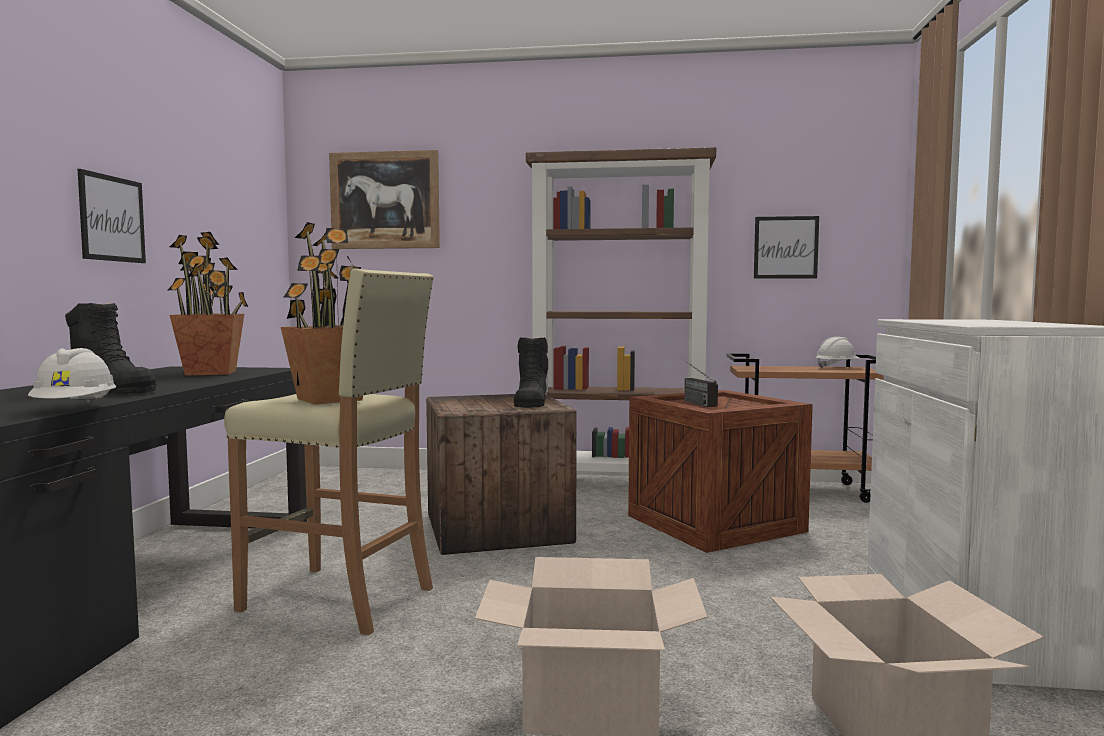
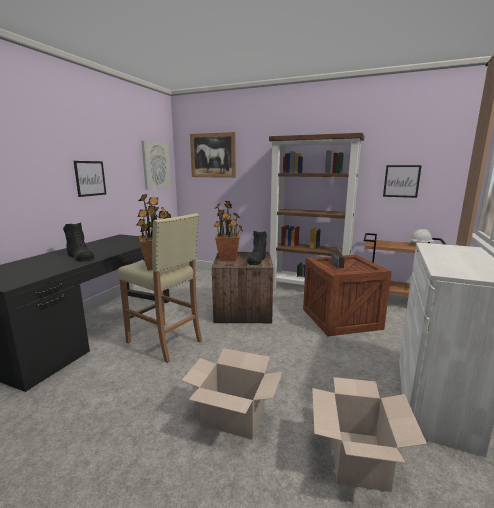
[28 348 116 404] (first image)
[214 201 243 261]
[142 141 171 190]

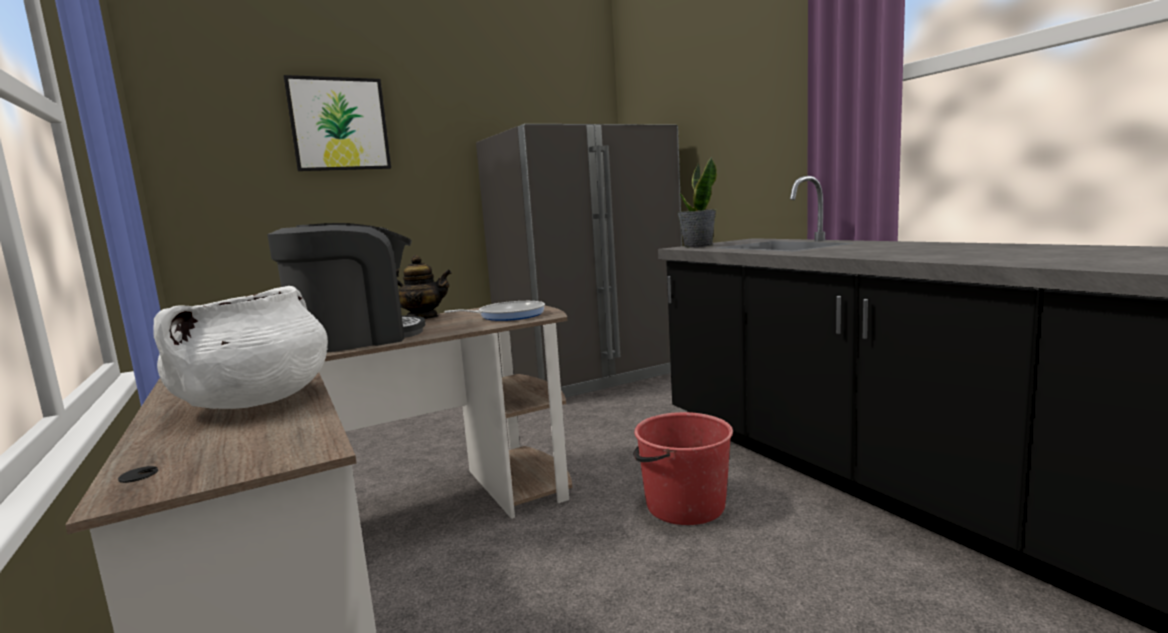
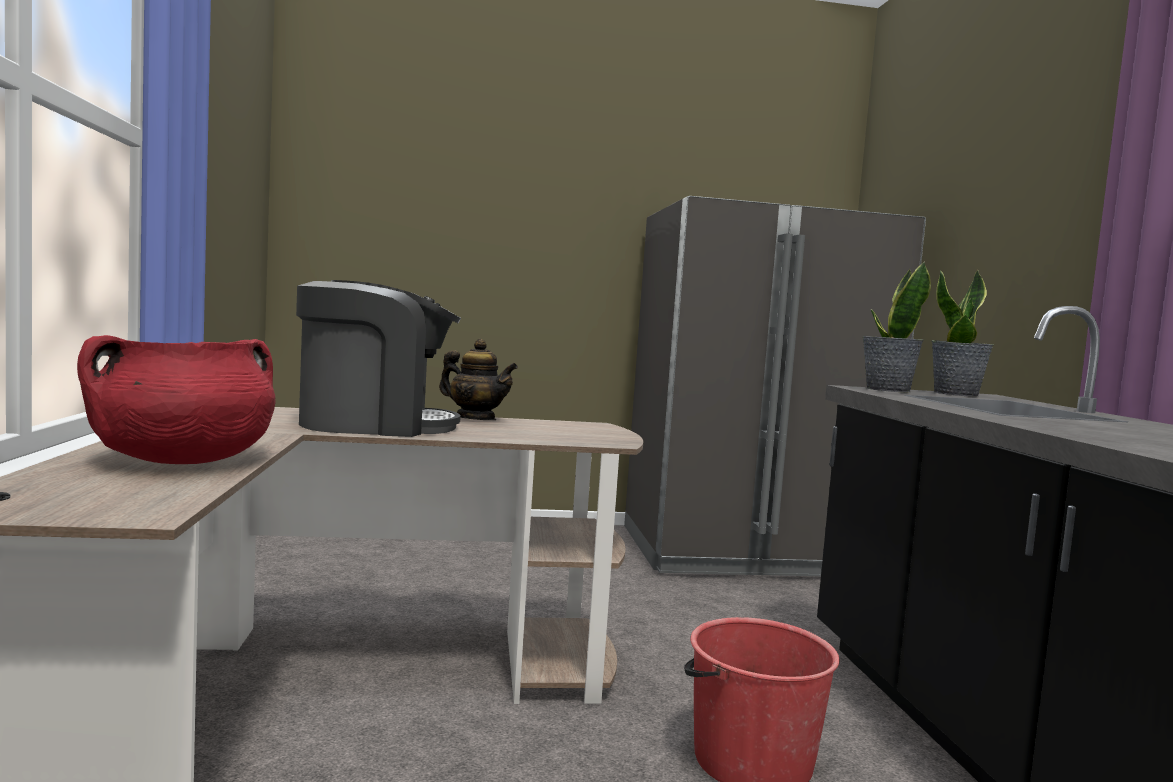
[77 335 275 464]
[284 75 391 171] (first image)
[444 301 545 321] (first image)
[931 270 994 397]

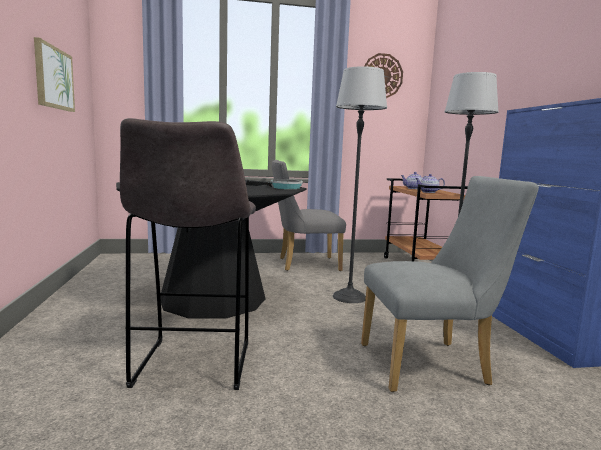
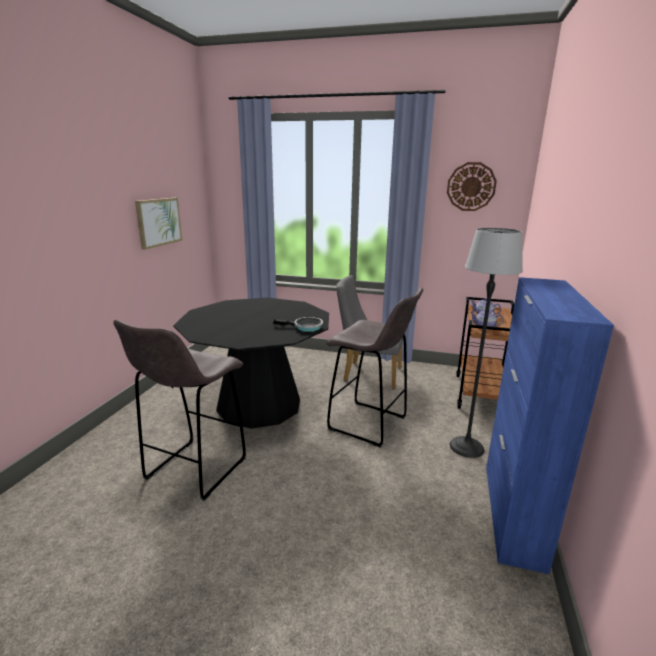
[326 288 423 447]
[361 176 539 392] (first image)

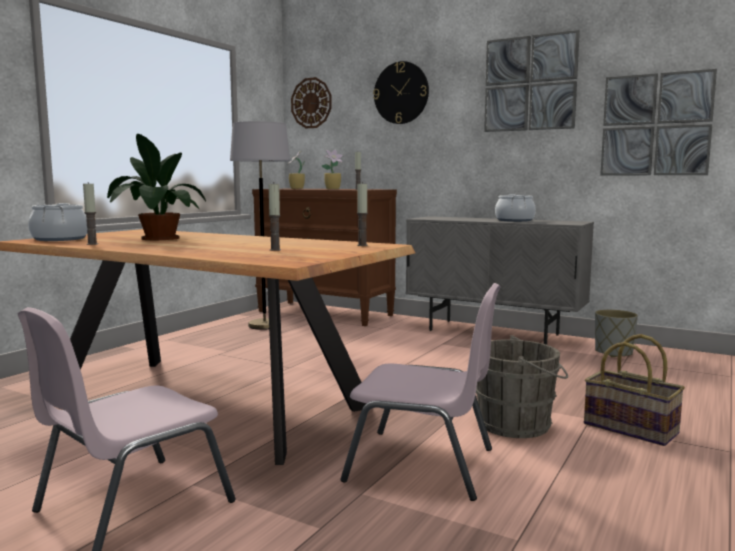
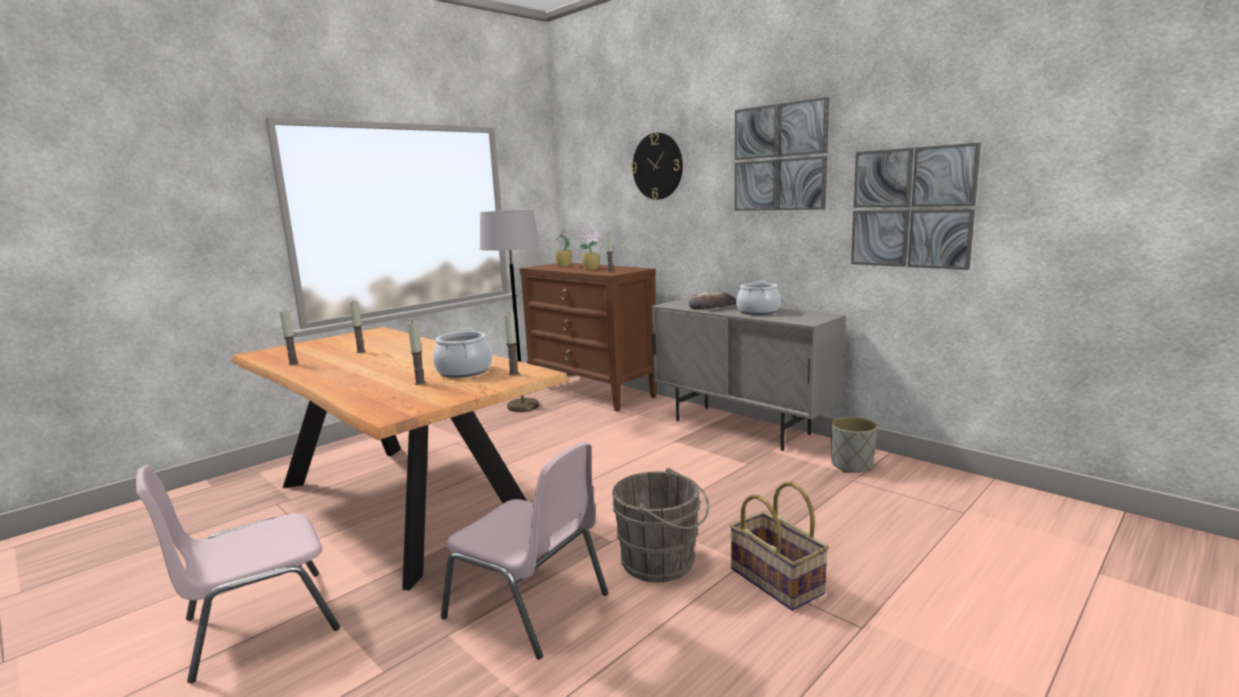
[433 329 492 378]
[349 300 366 353]
[291 77 332 128] (first image)
[689 291 737 309]

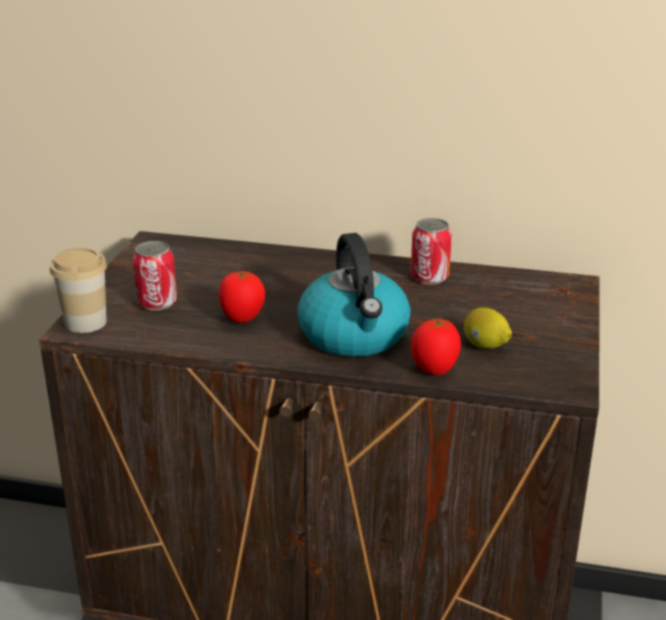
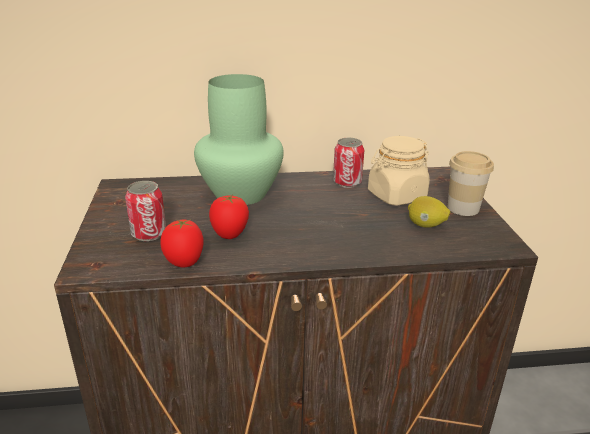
[448 151 494 216]
[297 233 411 357] (first image)
[160 219 204 267]
[194 74 284 205]
[368 136 430 206]

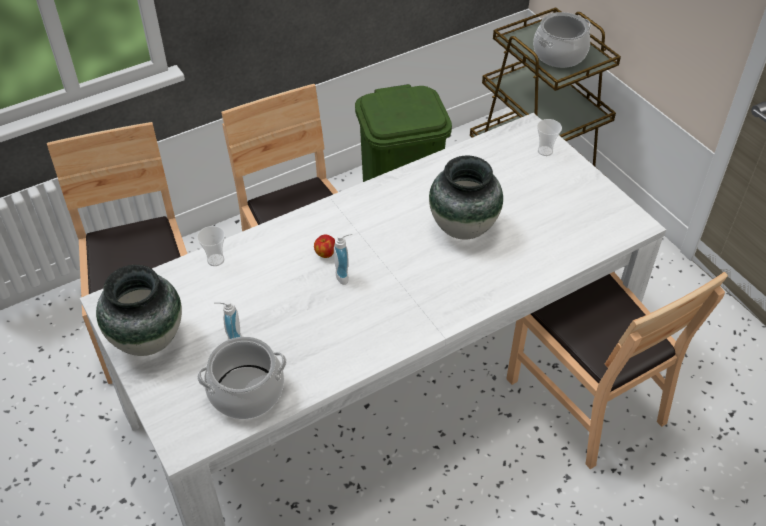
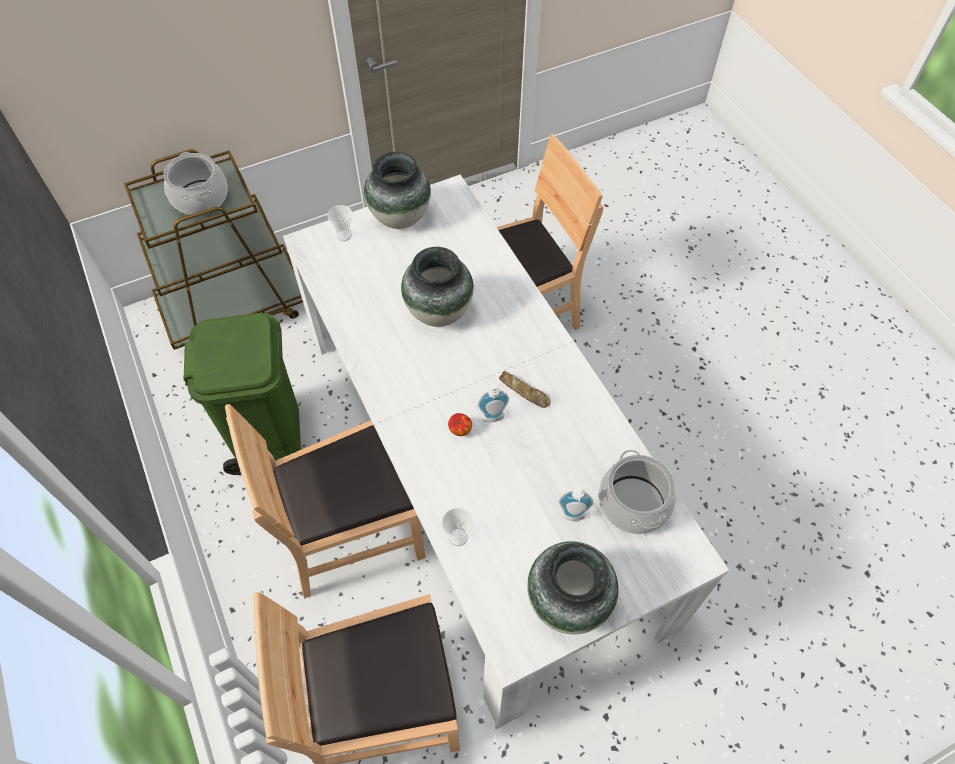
[364 152 431 229]
[499 371 551 408]

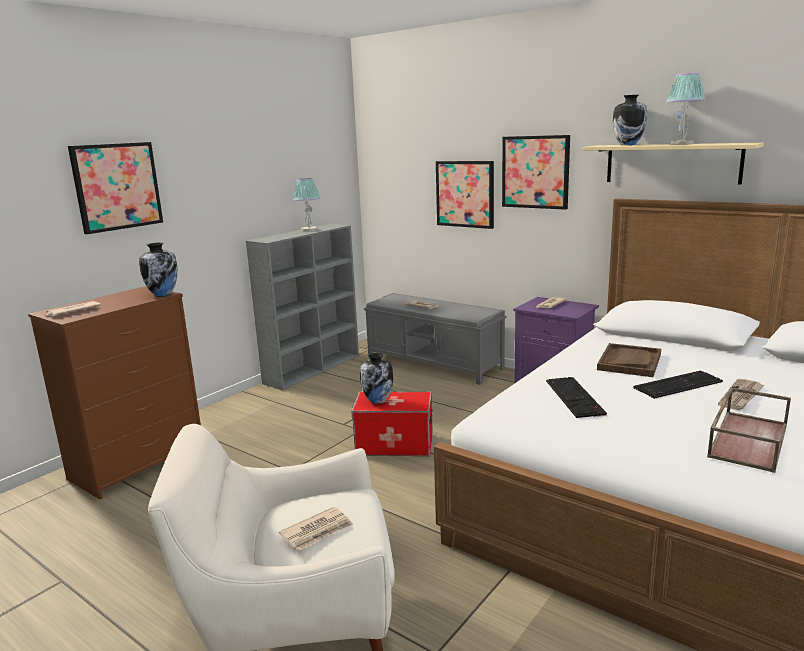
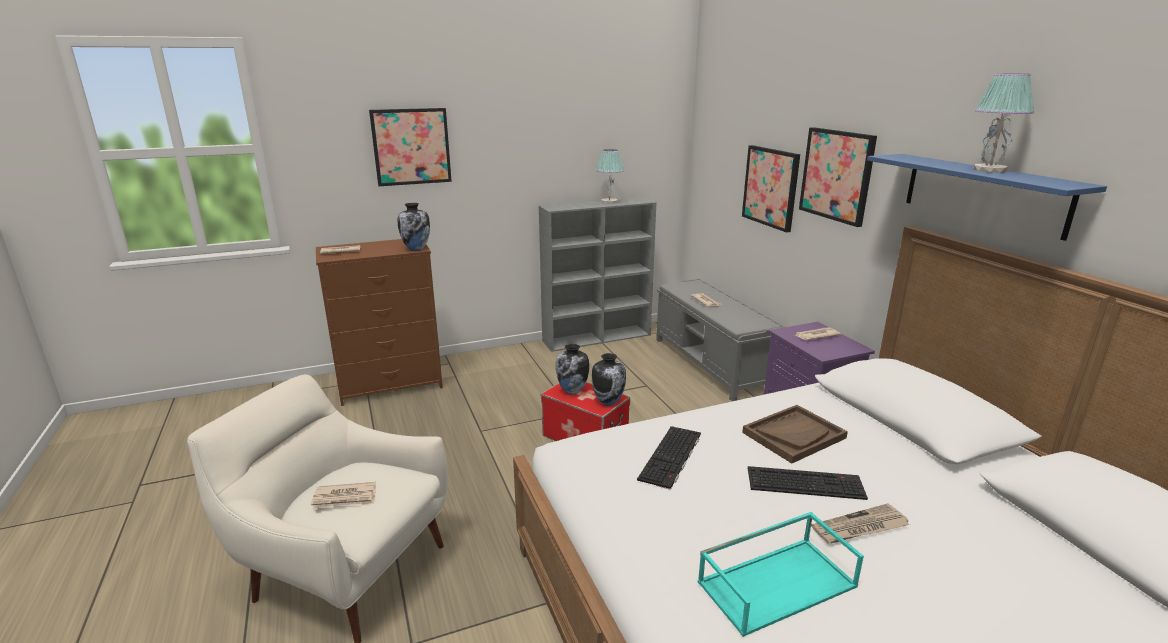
[867 154 1107 241]
[592 353 626 406]
[698 512 864 637]

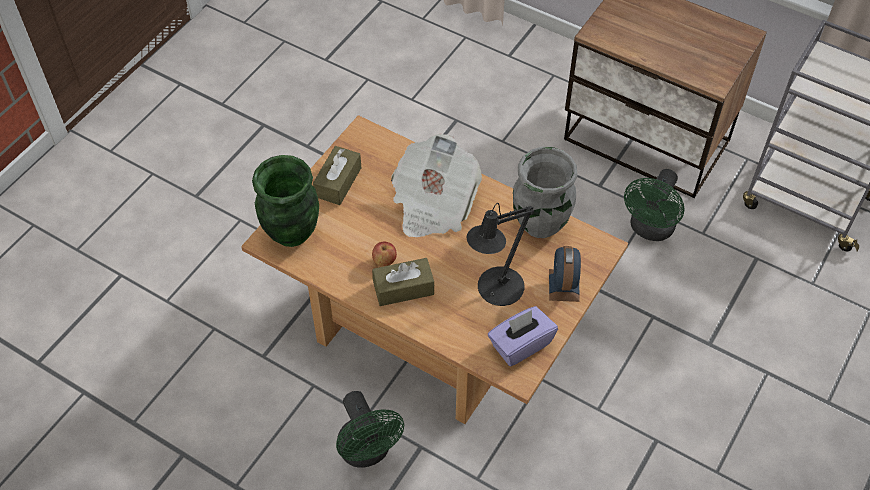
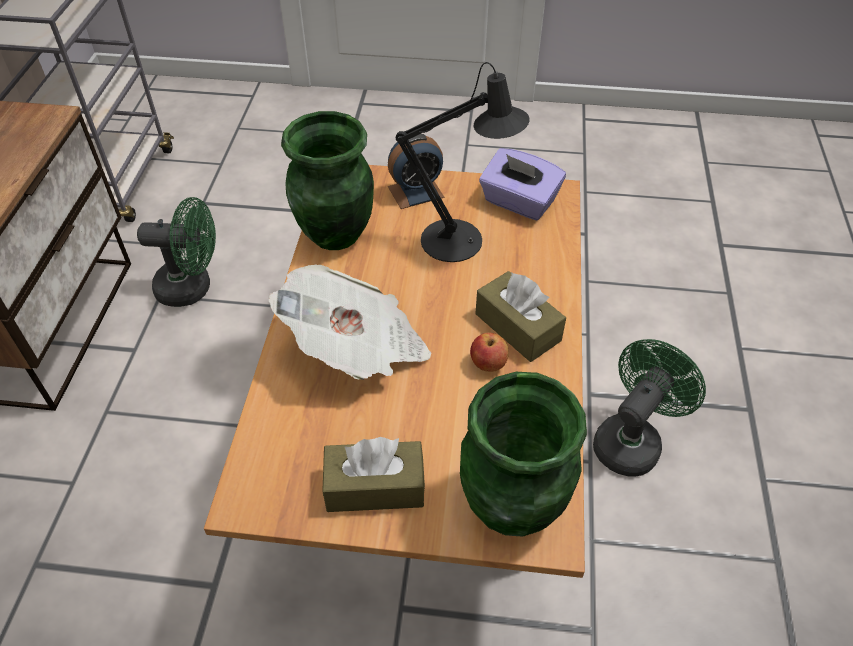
[281 111 374 250]

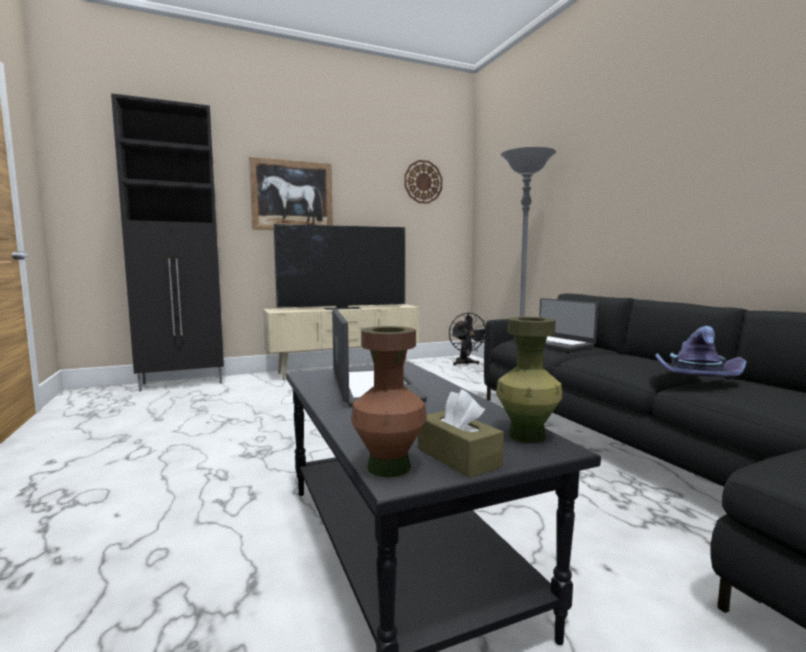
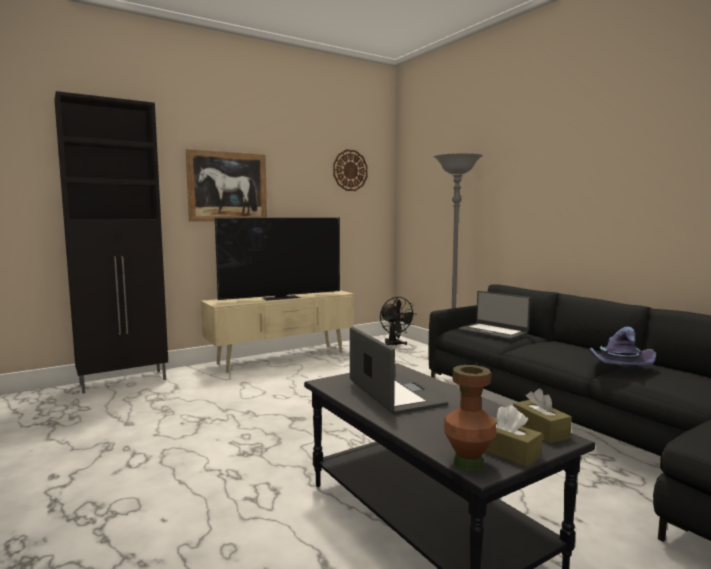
[513 389 572 443]

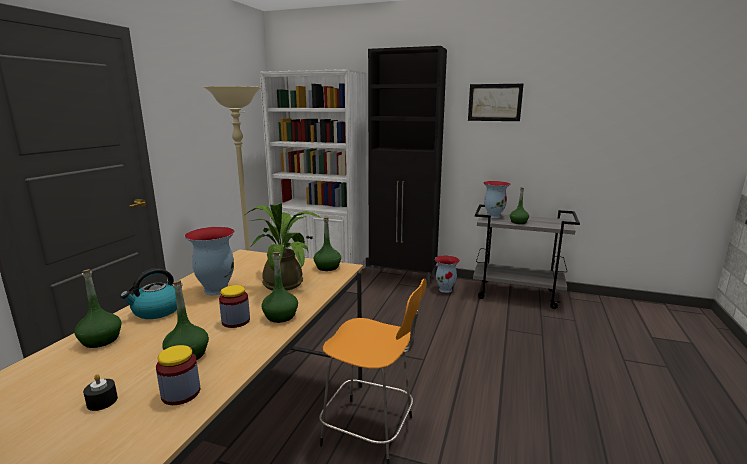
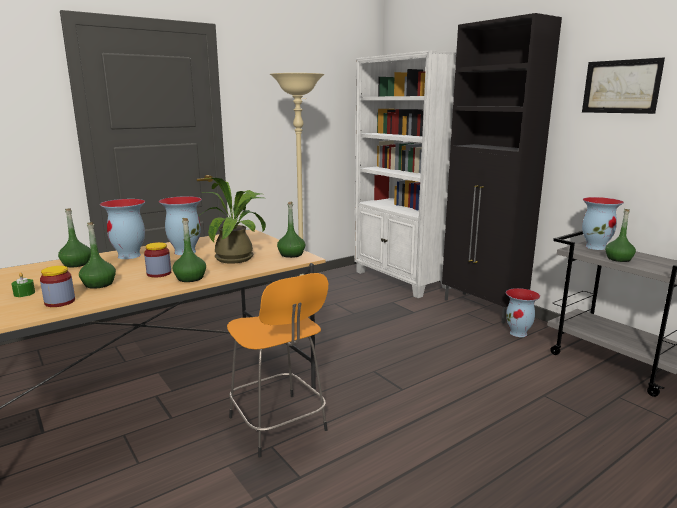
[11 272 35 297]
[100 199 145 259]

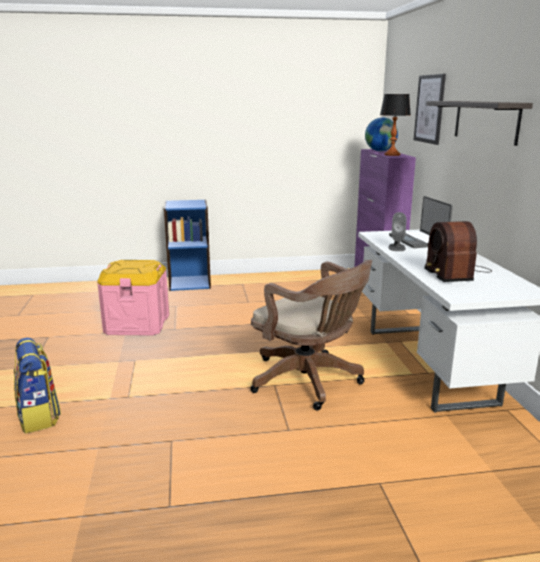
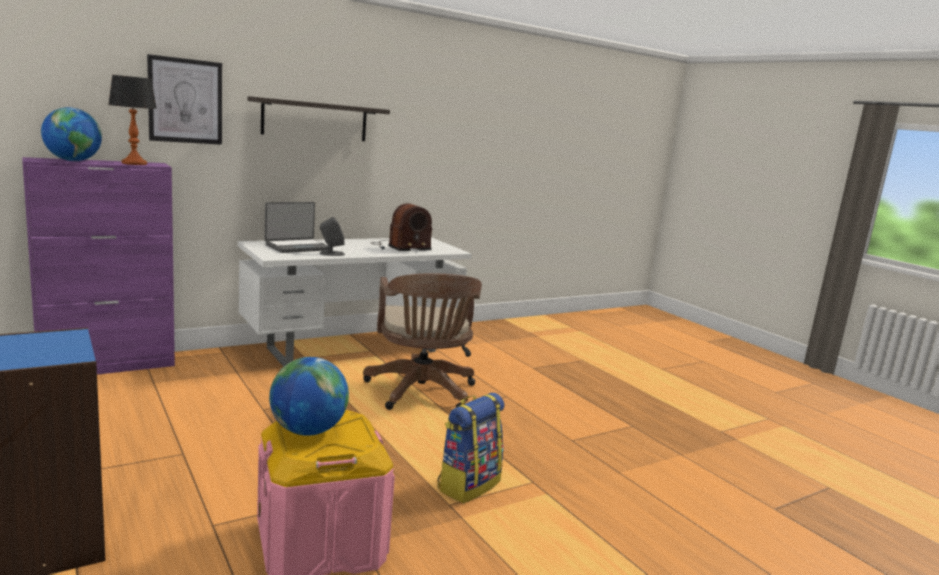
[437 393 504 503]
[363 273 482 410]
[269 357 349 436]

